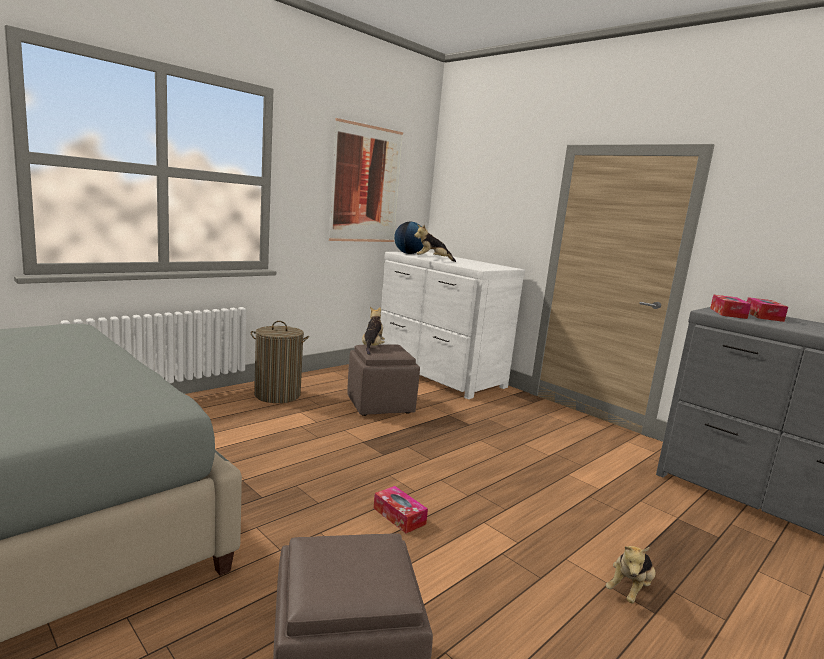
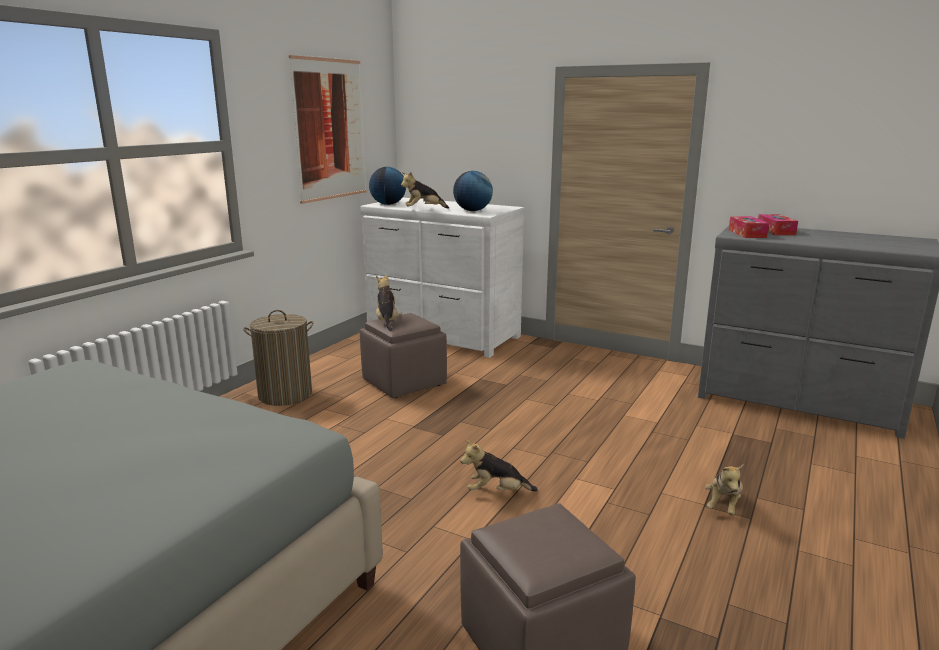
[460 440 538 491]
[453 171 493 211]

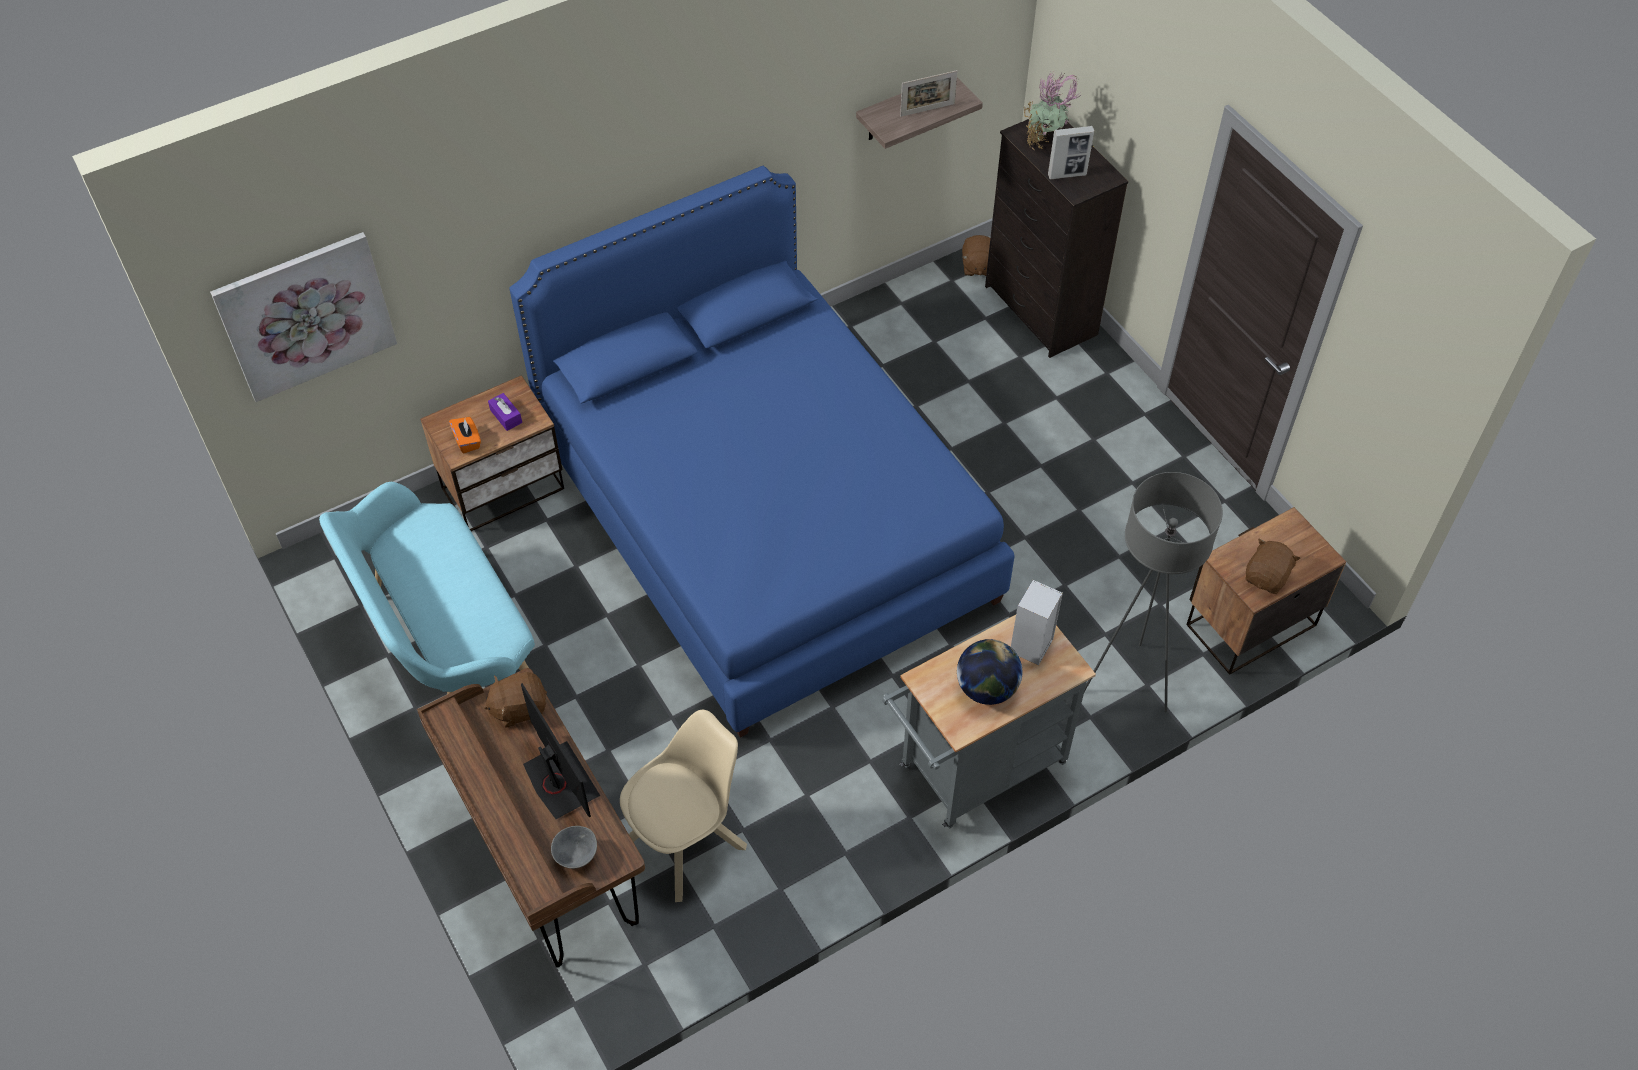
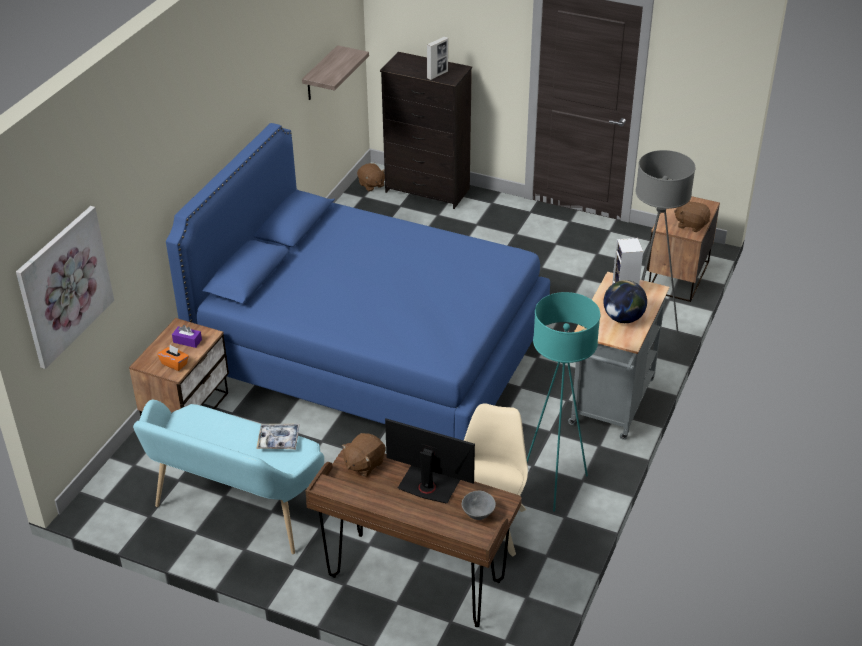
[900 70 957 117] (first image)
[1024 70 1081 150] (first image)
[674 201 710 232]
[256 424 300 450]
[527 292 600 512]

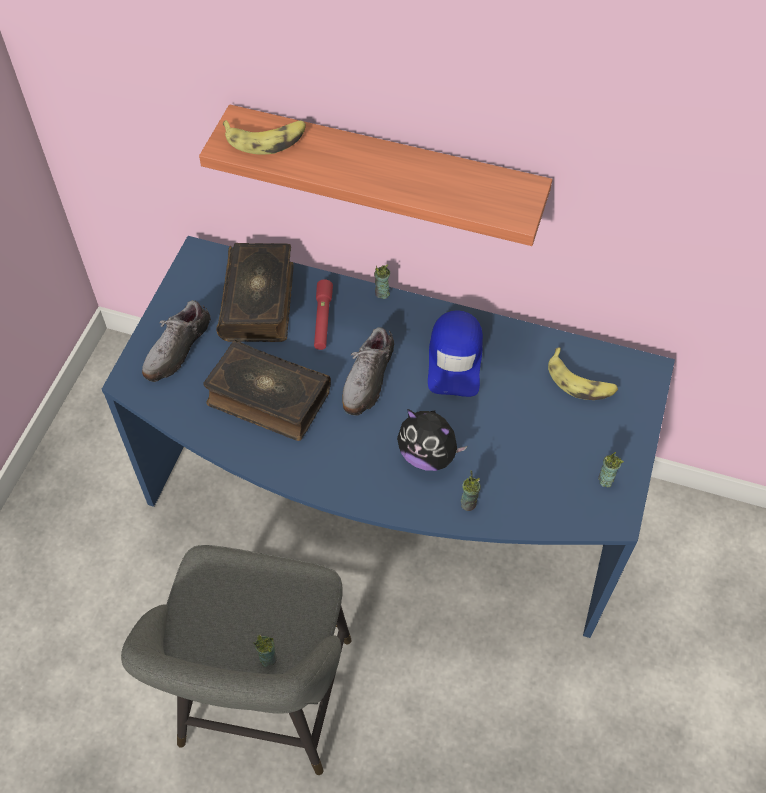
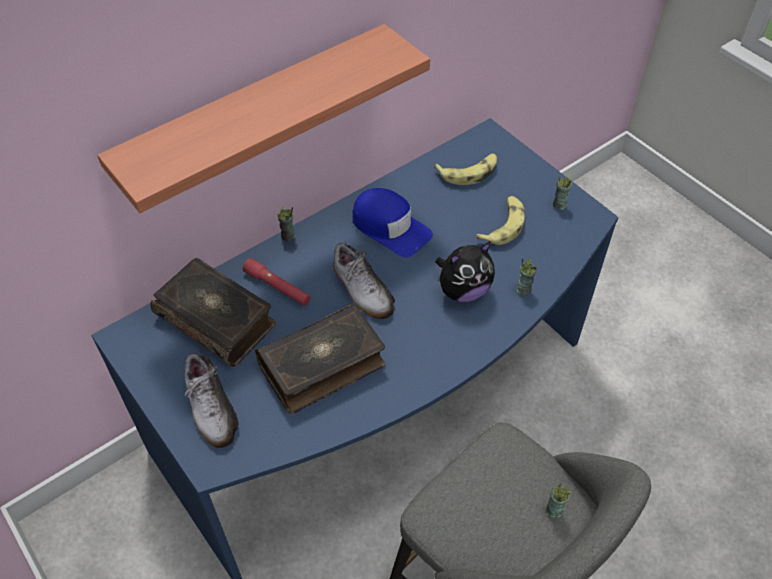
[476 196 525 245]

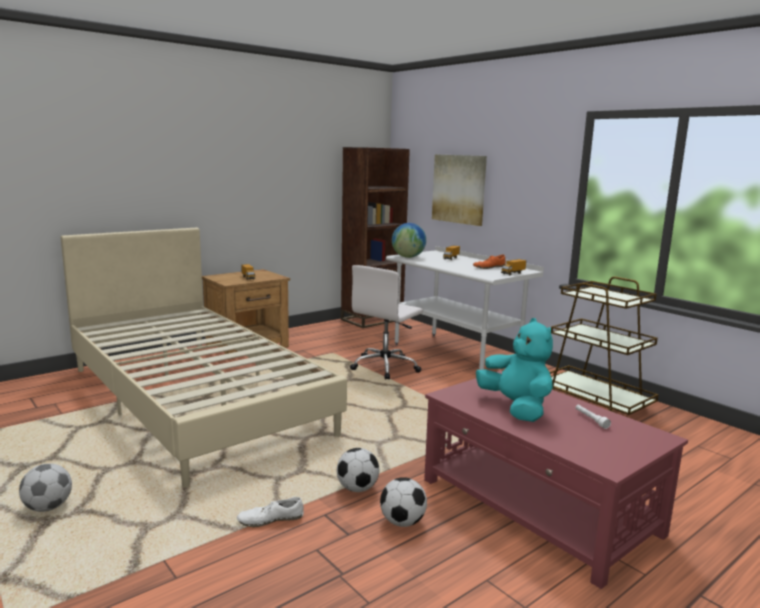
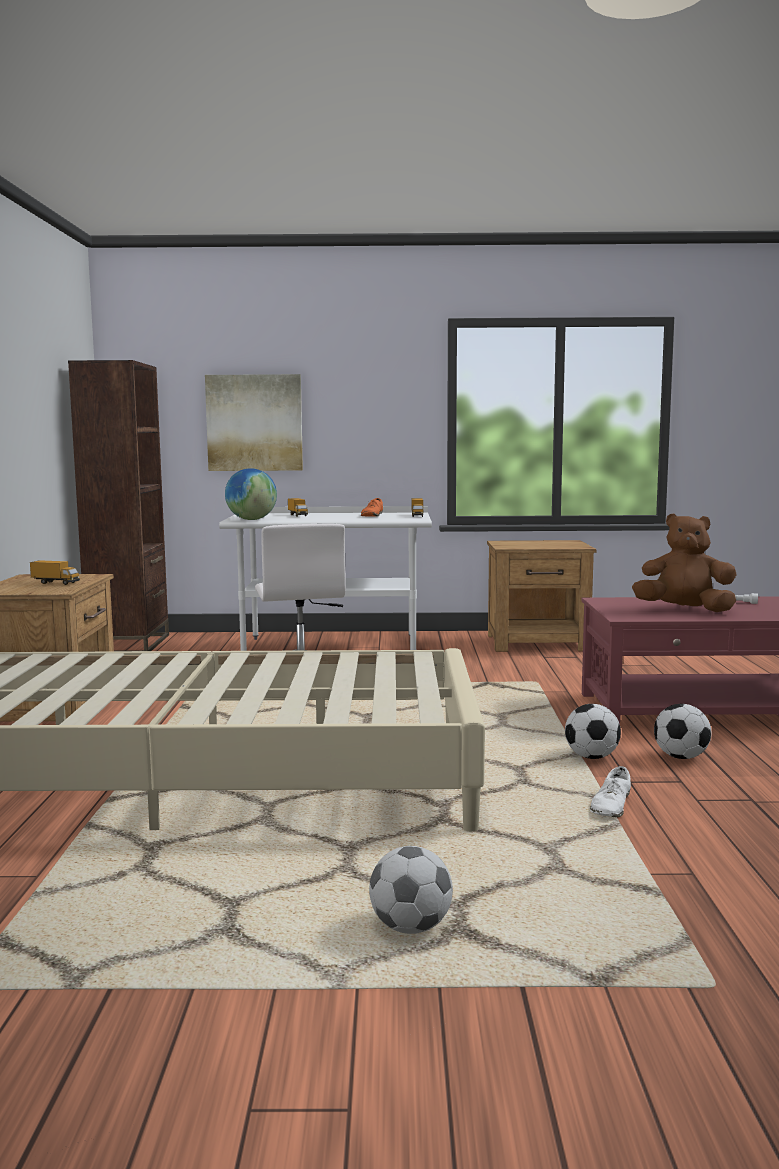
[632 513 736 612]
[487 540 596 652]

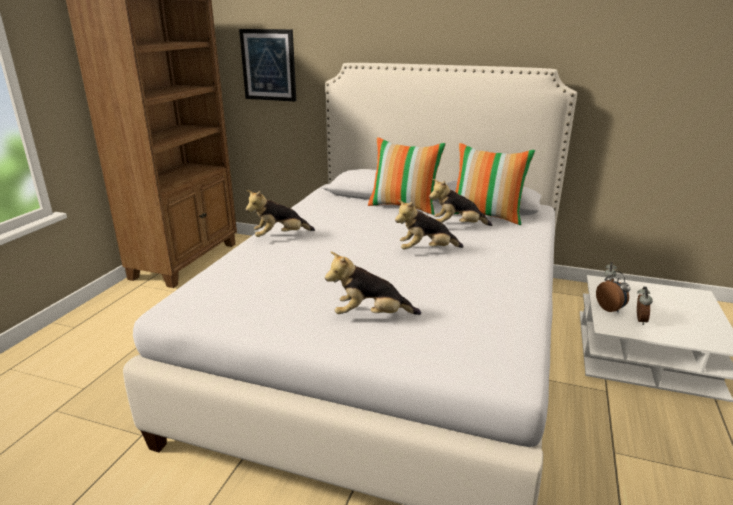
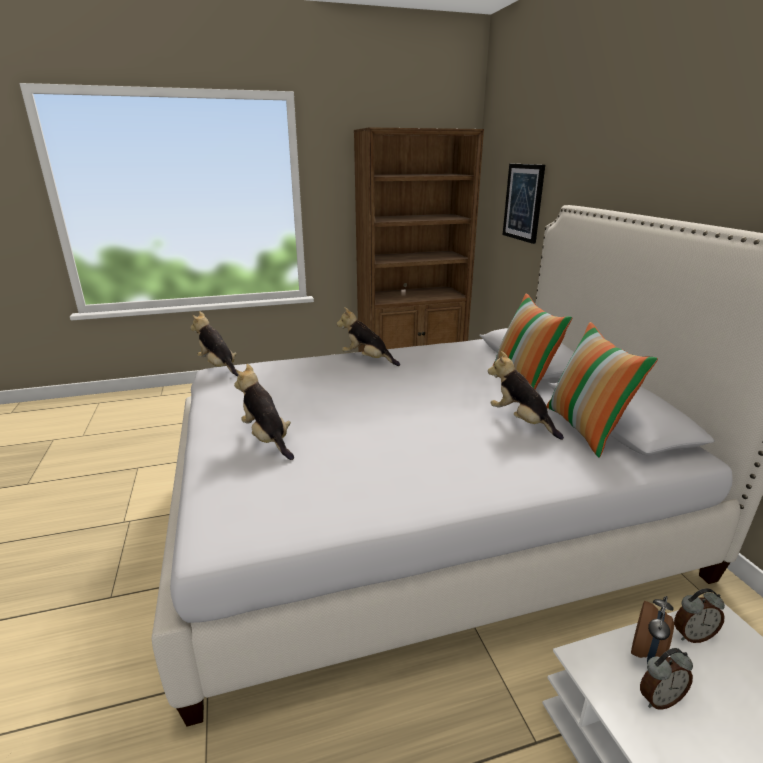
[190 311 238 376]

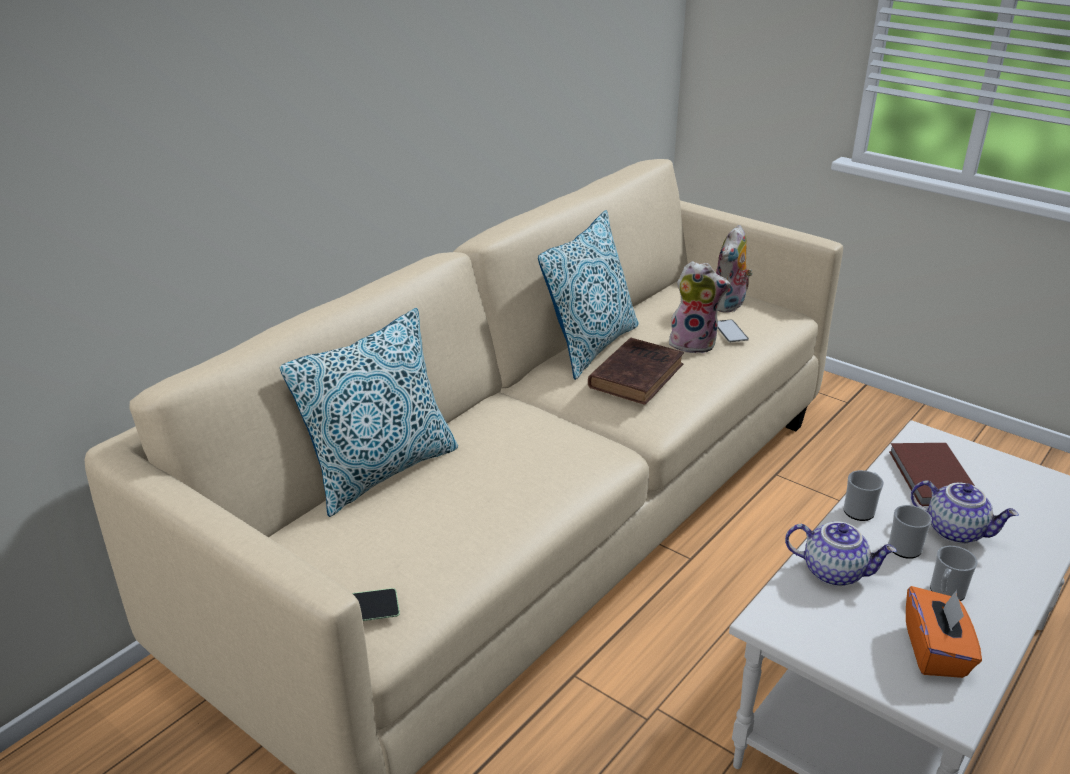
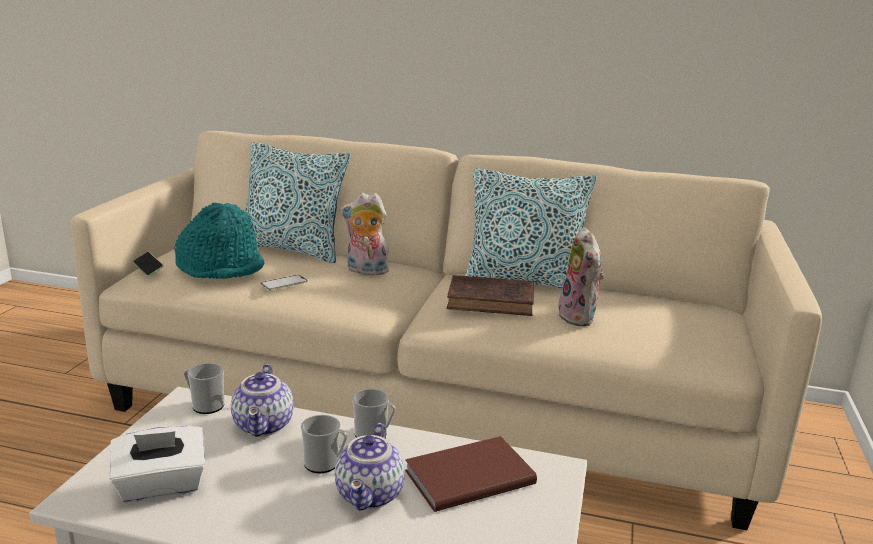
[340 193 389 275]
[261 275 308 290]
[110 425 205 503]
[184 363 224 414]
[174 203 264 279]

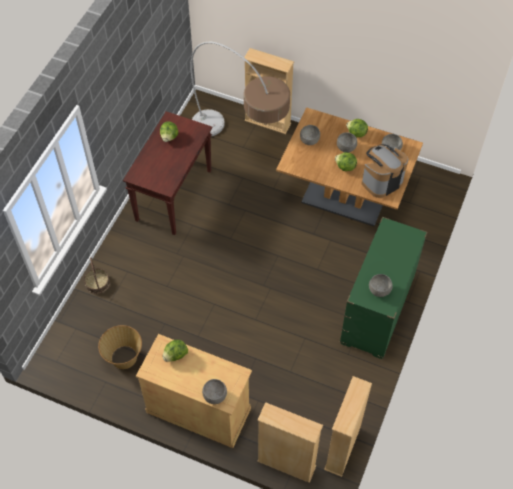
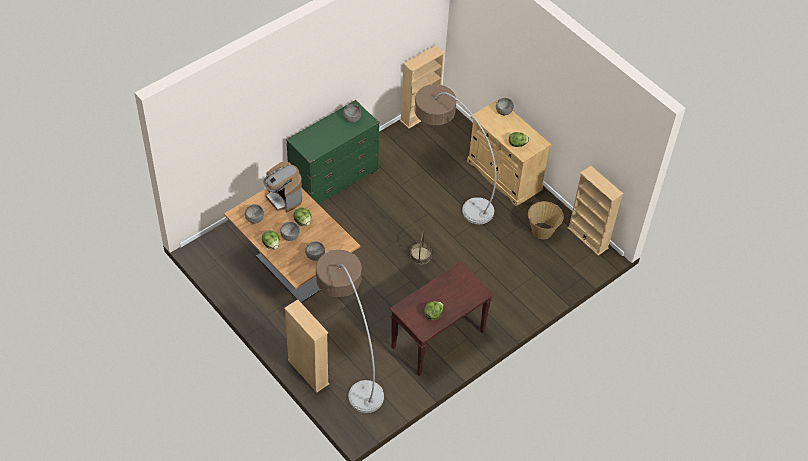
[410 231 432 265]
[568 166 623 255]
[264 161 302 213]
[415 84 497 224]

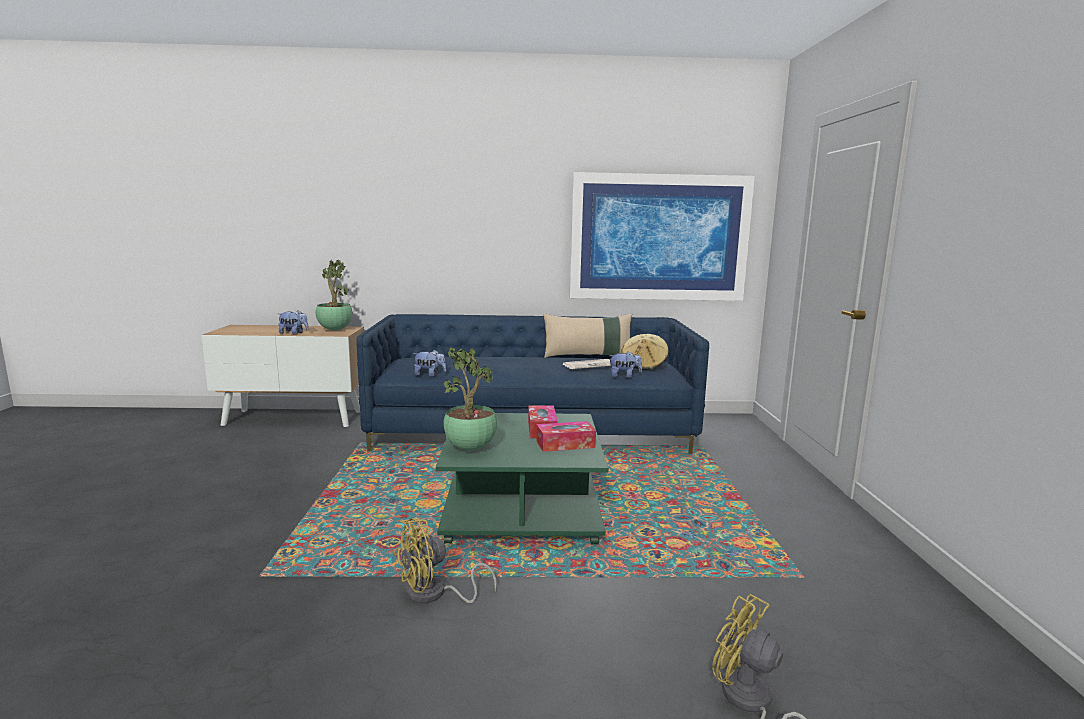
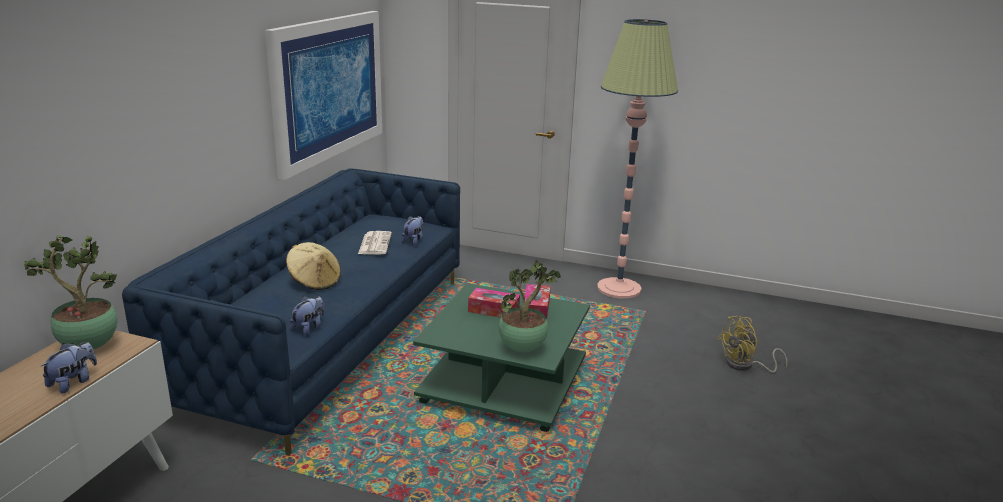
[394 518 497 604] (first image)
[543 313 632 358] (first image)
[286 242 341 290]
[597 19 678 299]

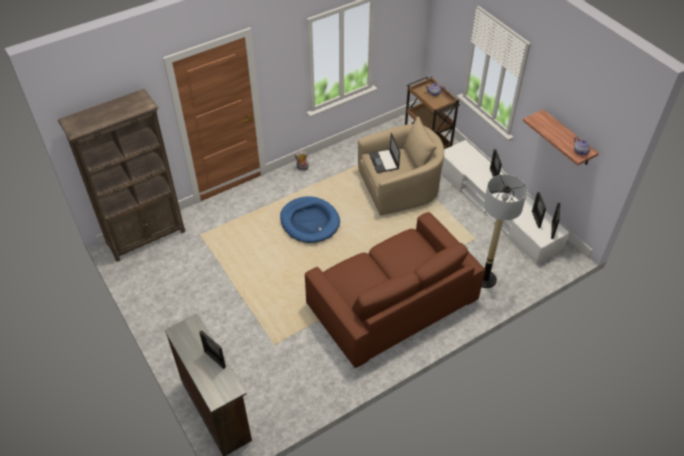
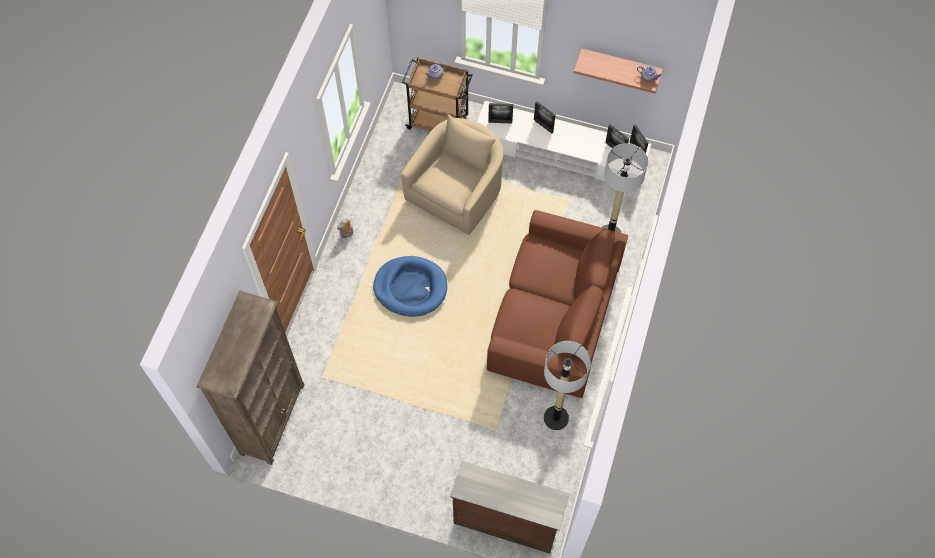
[488 103 513 123]
[369 132 400 173] (first image)
[544 341 591 430]

